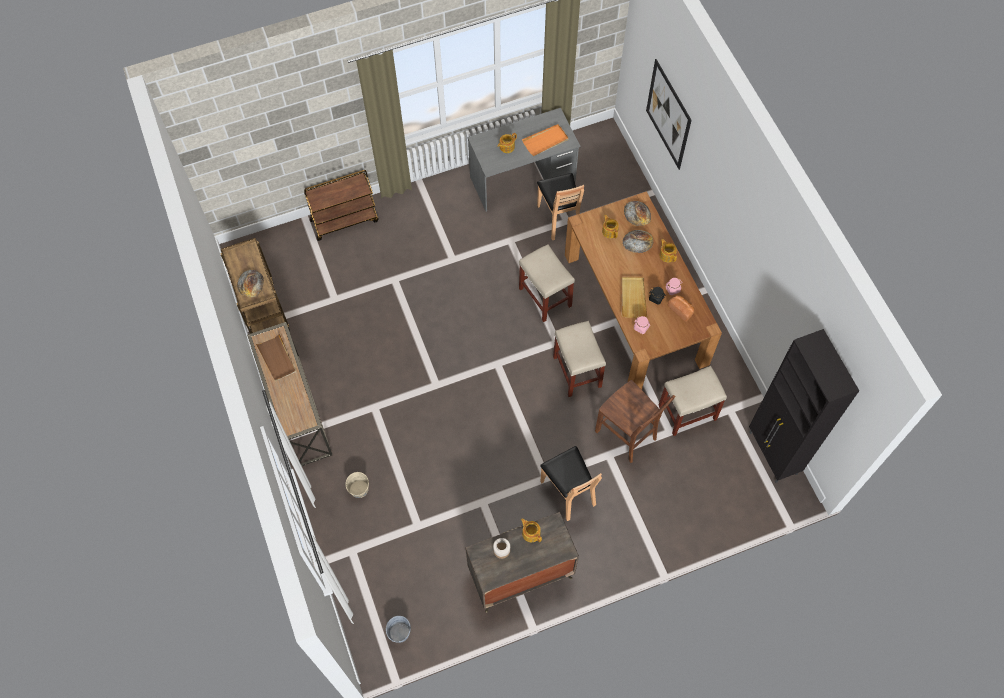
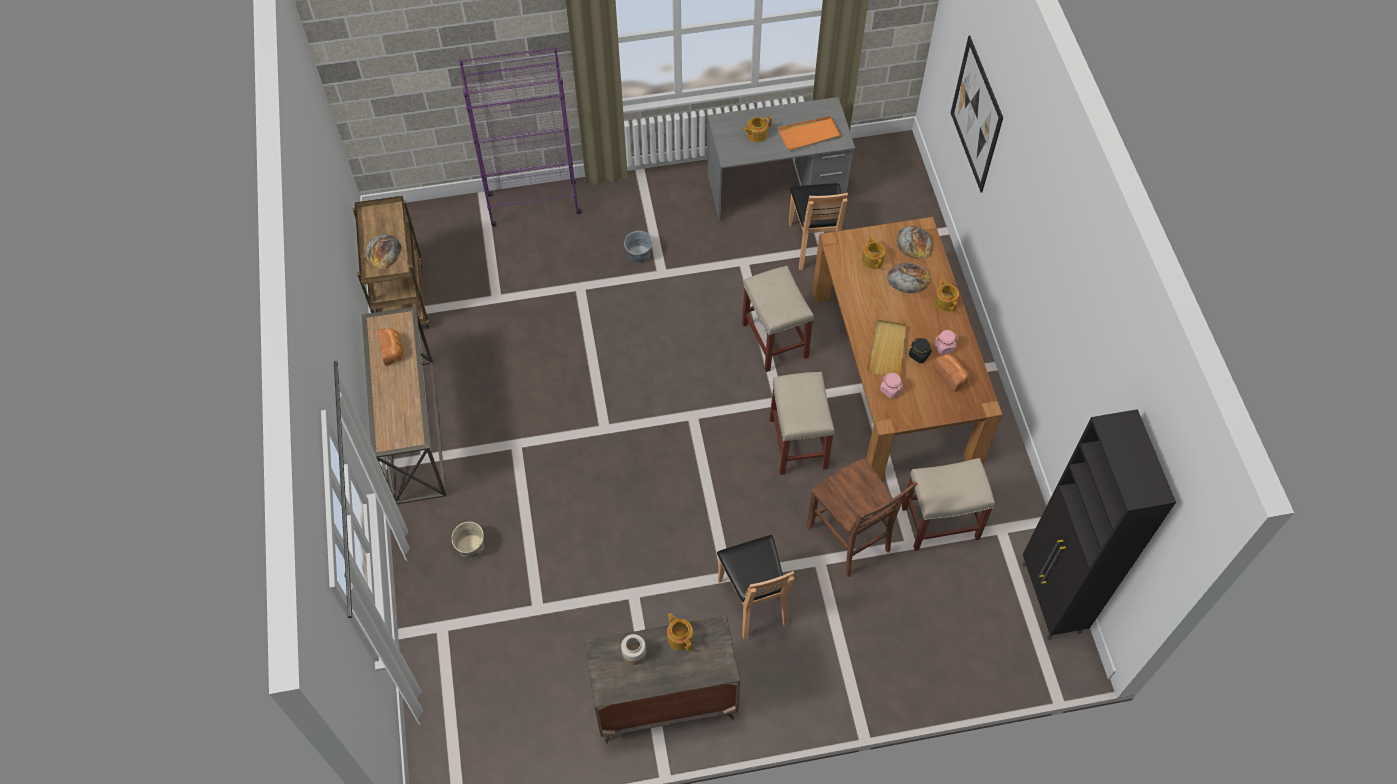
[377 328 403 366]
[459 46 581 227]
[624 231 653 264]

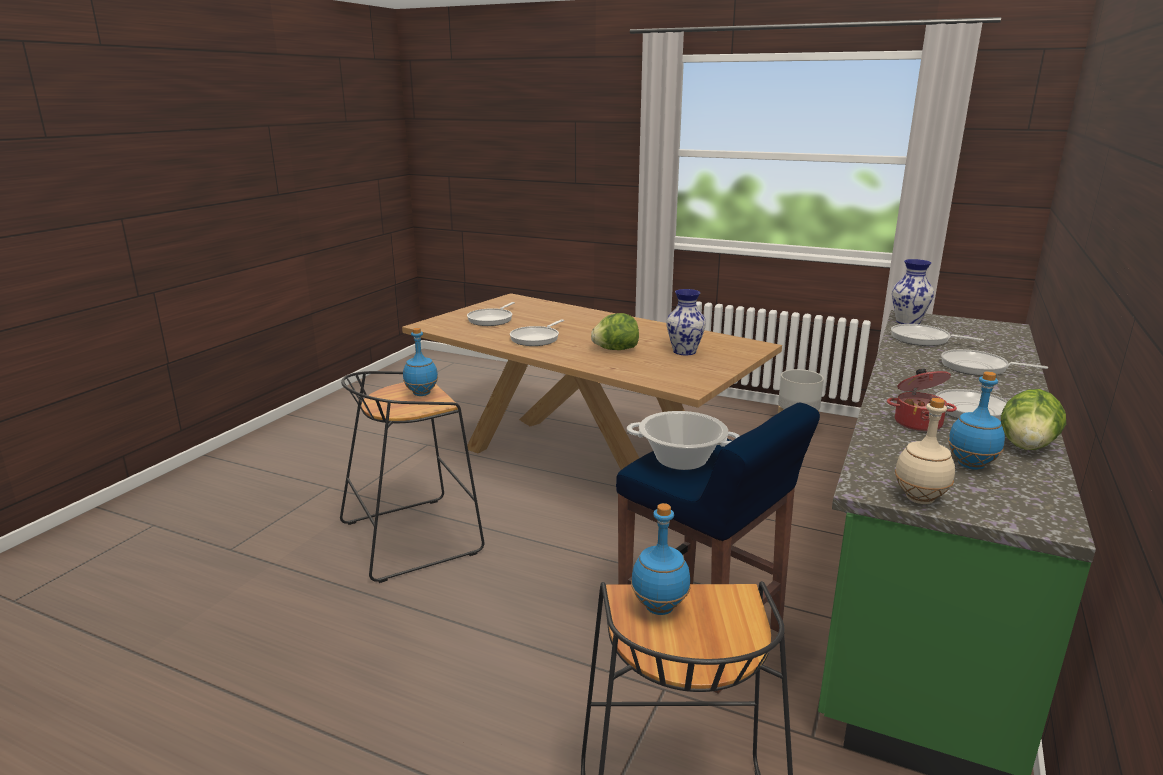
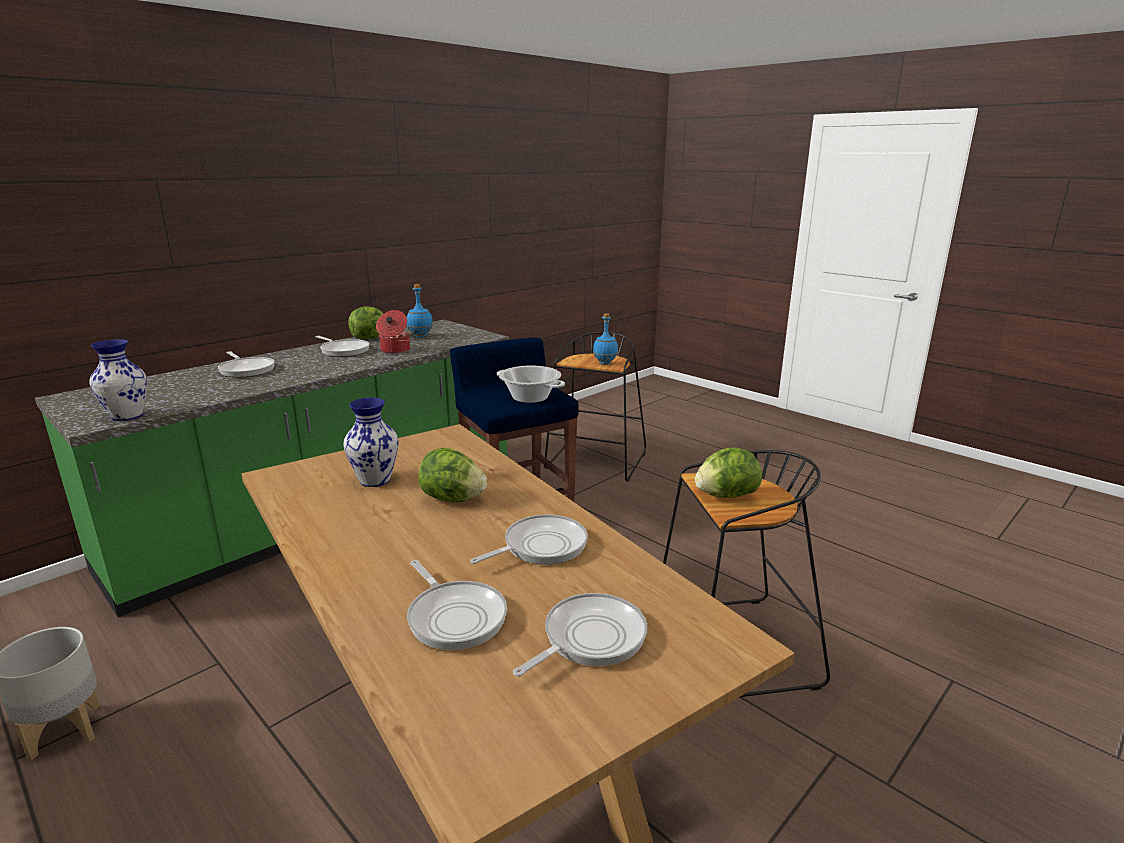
[695 447 762 498]
[407 560 507 650]
[895 398 955 504] (first image)

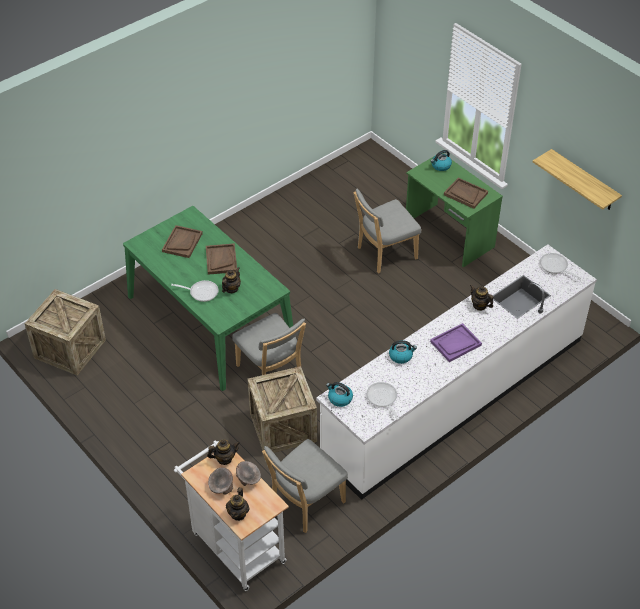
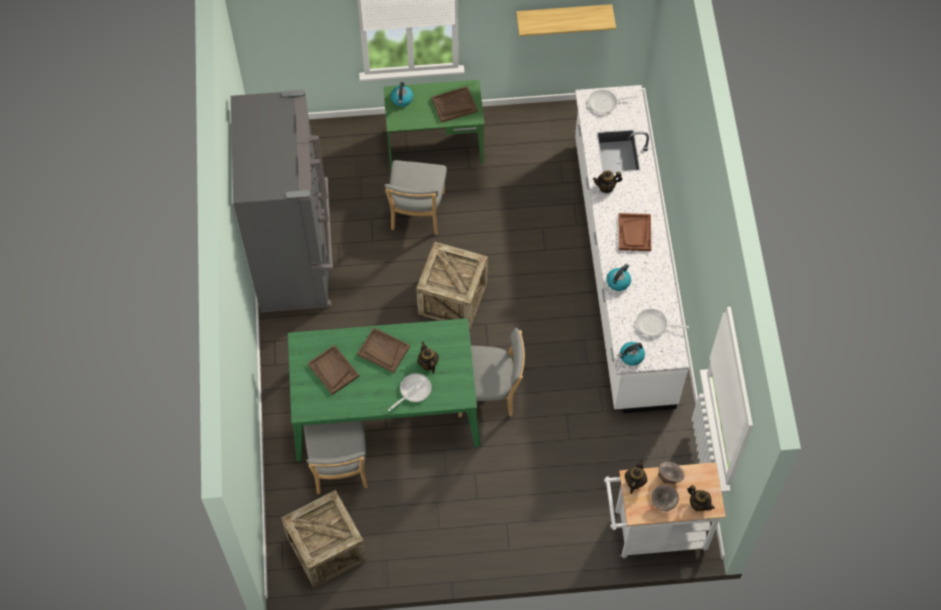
[416 241 488 329]
[304 421 368 494]
[619 213 651 251]
[231 89 333 312]

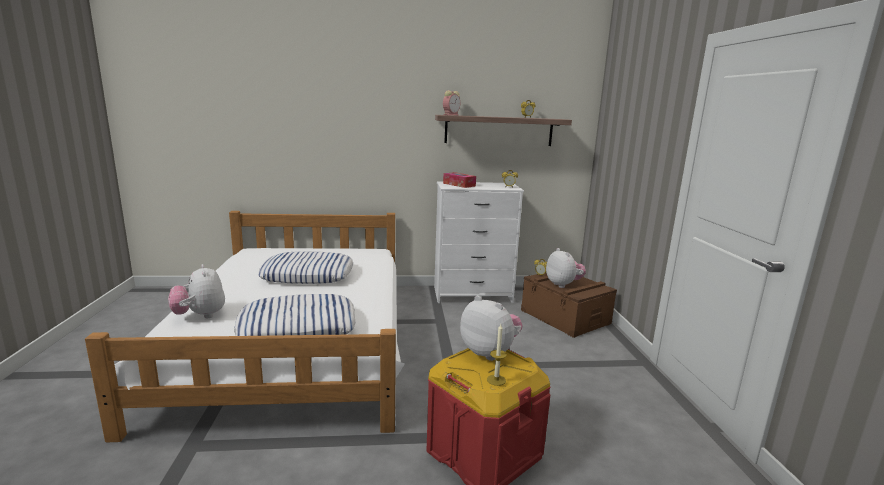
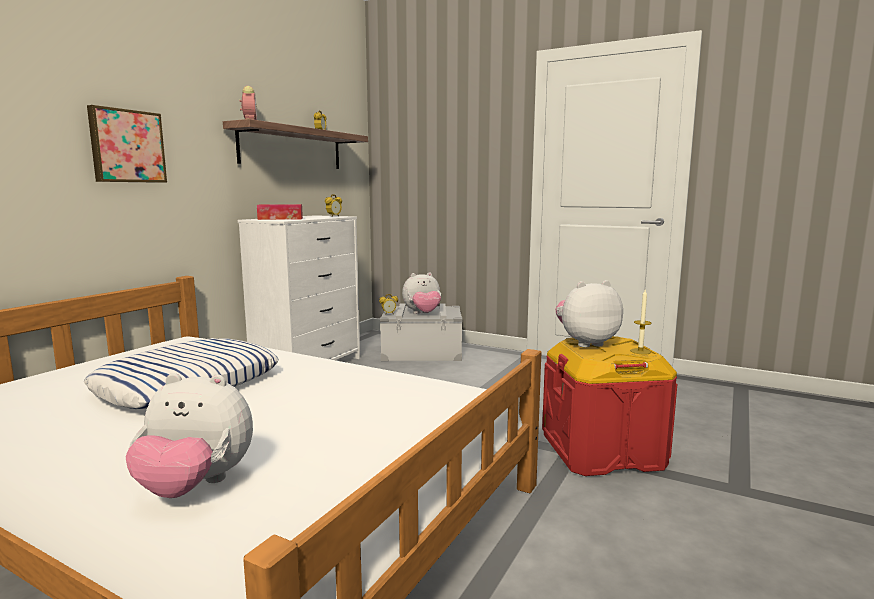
[234 294 356 336] (first image)
[380 304 462 361]
[402 272 441 314]
[87 105 167 183]

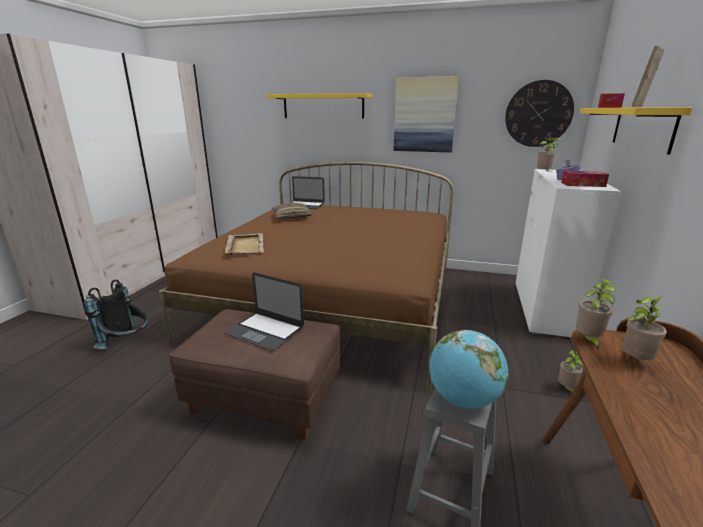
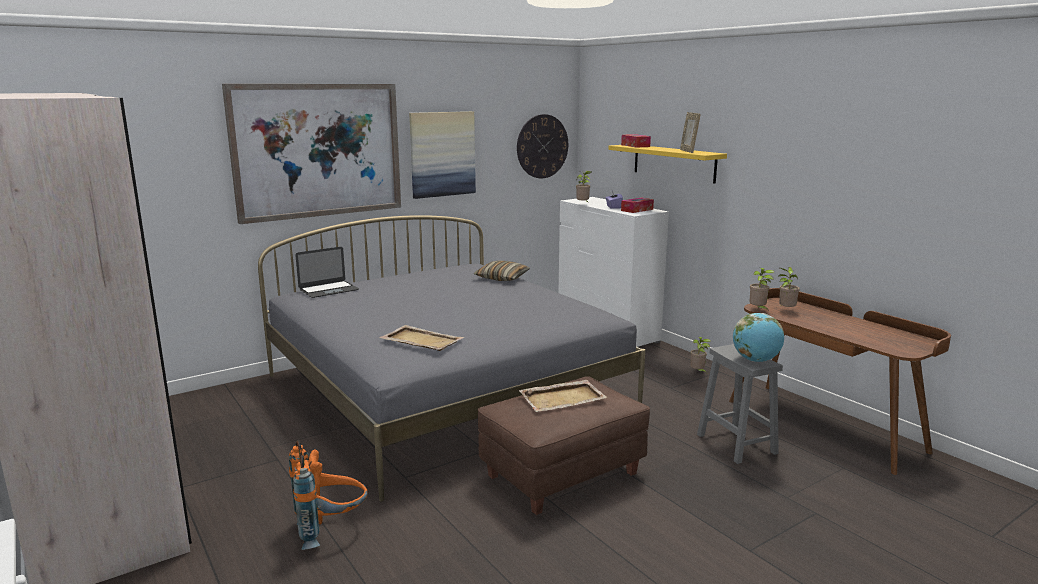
[289 440 368 550]
[258 215 645 502]
[519 380 607 412]
[222 84 401 224]
[474 261 530 281]

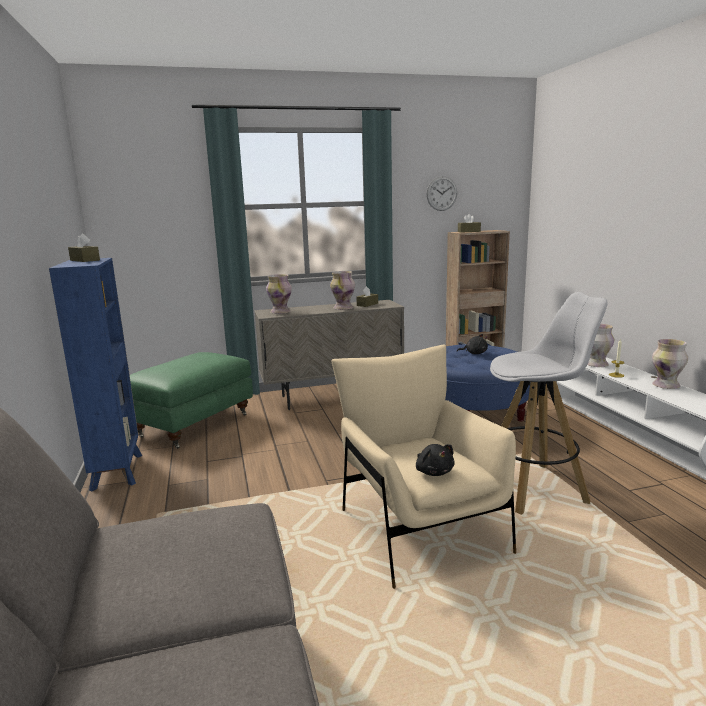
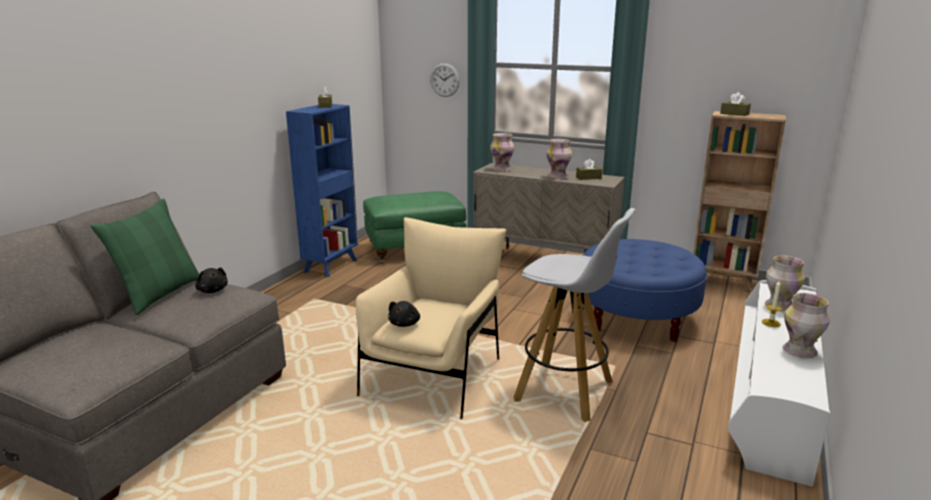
[430 63 460 97]
[195 268 228 293]
[91 199 199 315]

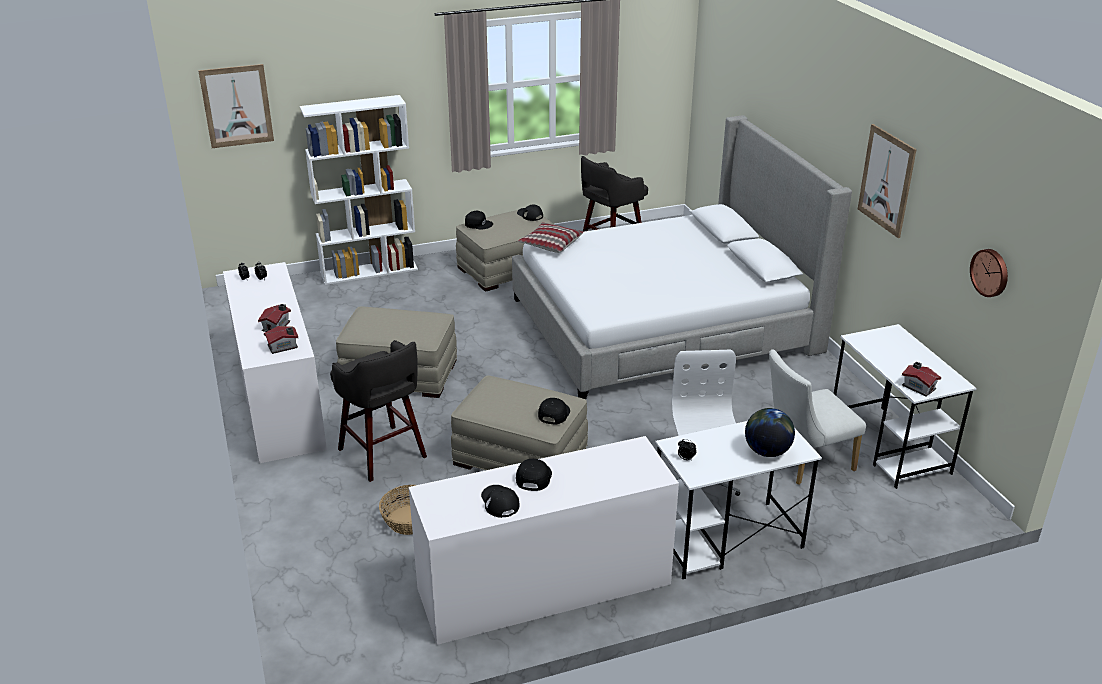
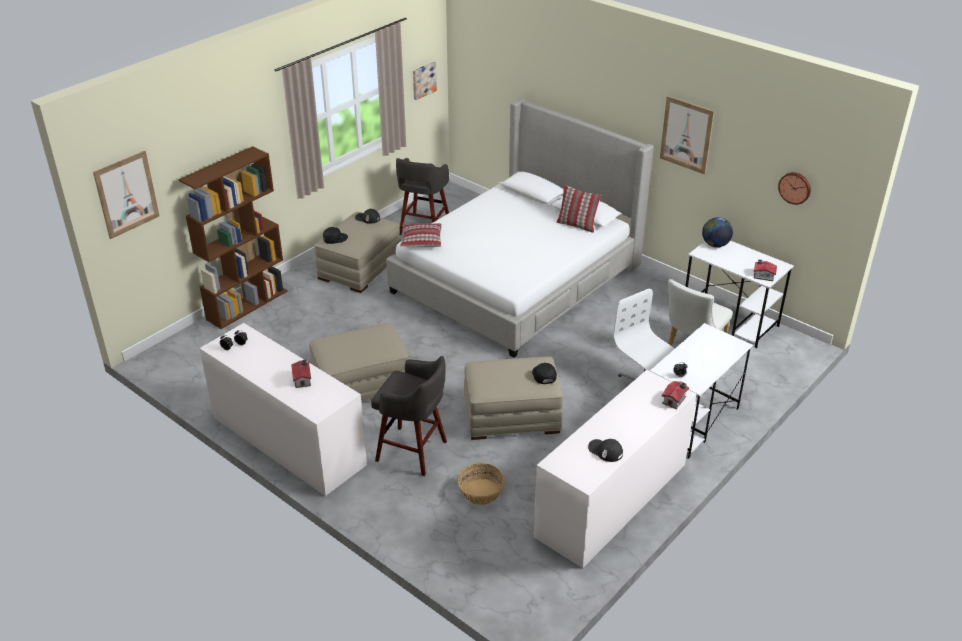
[662 381 689 409]
[179 146 287 329]
[516 459 552 491] (first image)
[702 217 733 247]
[413 62 437 100]
[556 185 601 233]

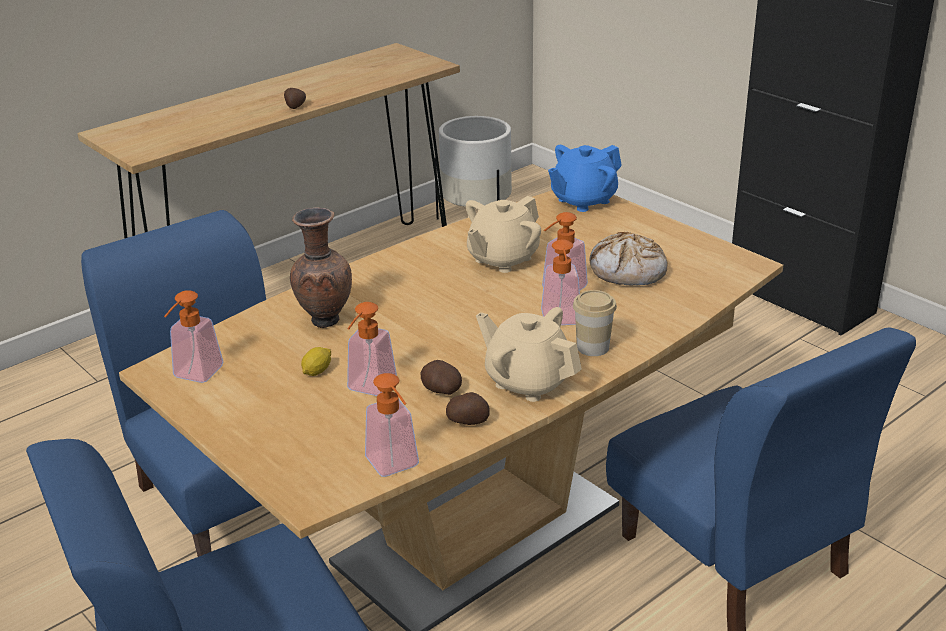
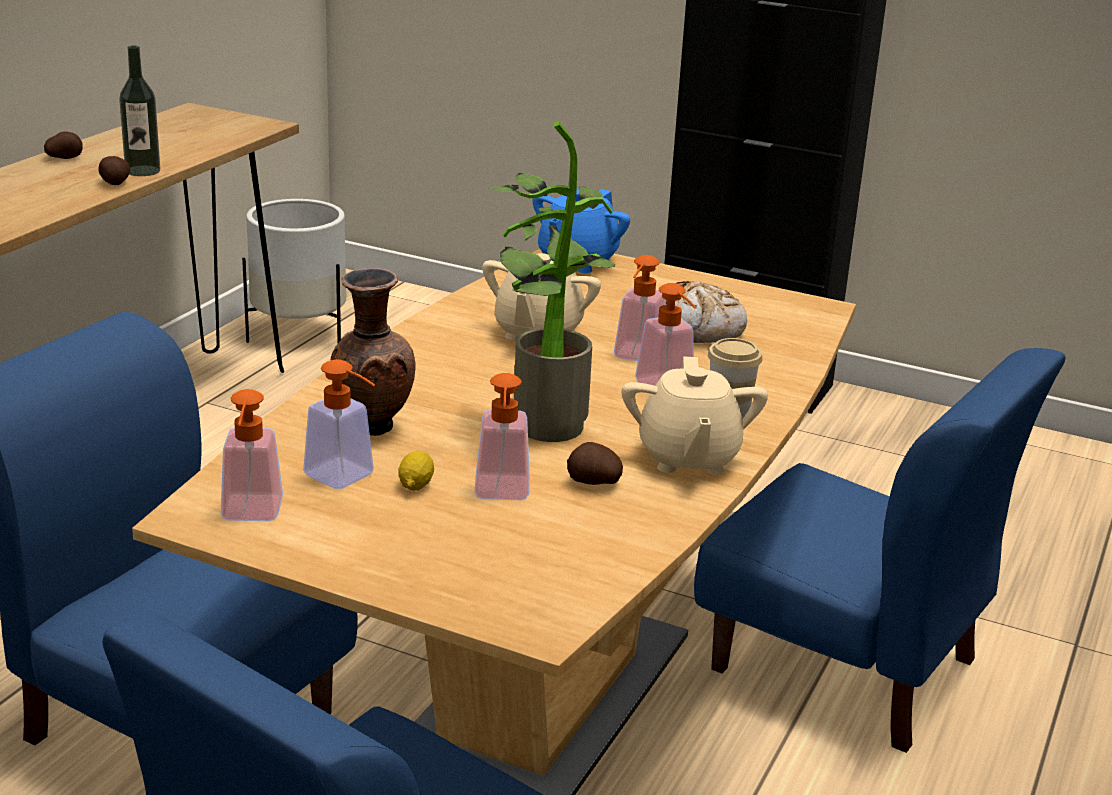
[303 359 375 489]
[44 131 83 159]
[622 356 768 475]
[119 45 160 176]
[489 120 615 442]

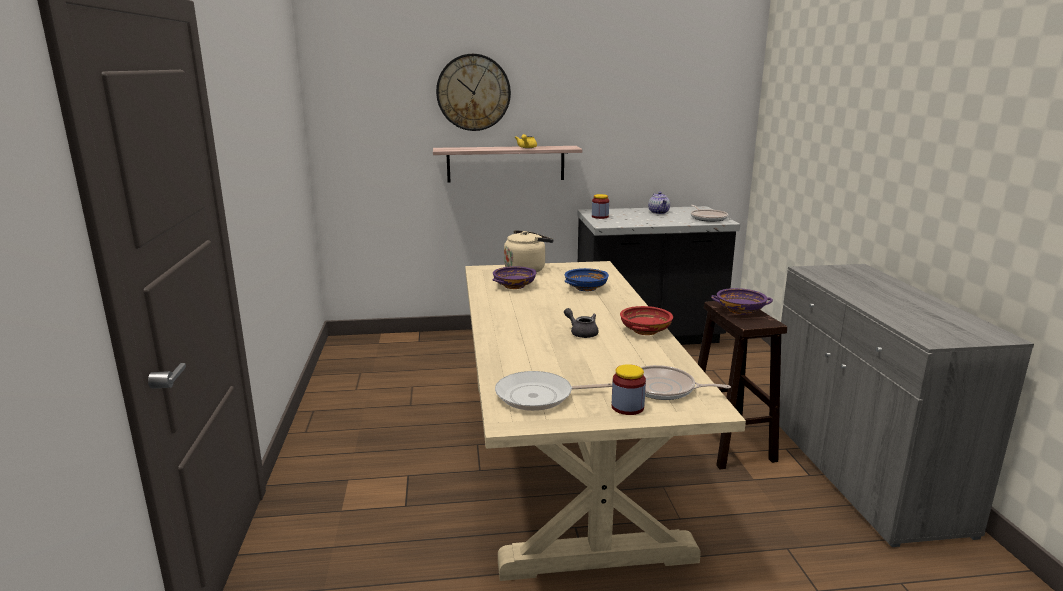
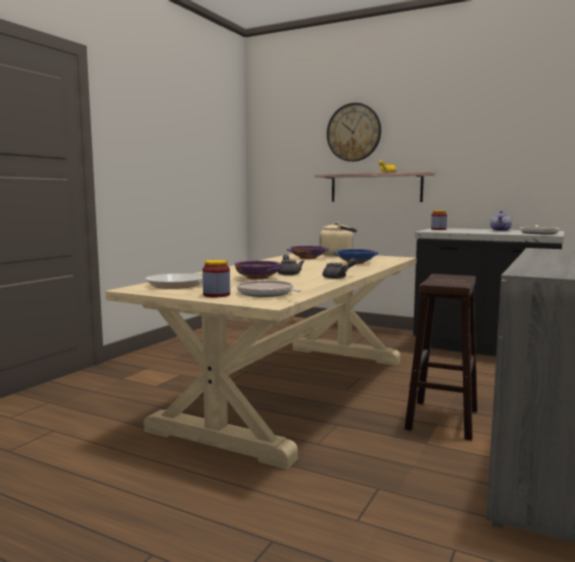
[323 258 356 279]
[234 261 281 280]

